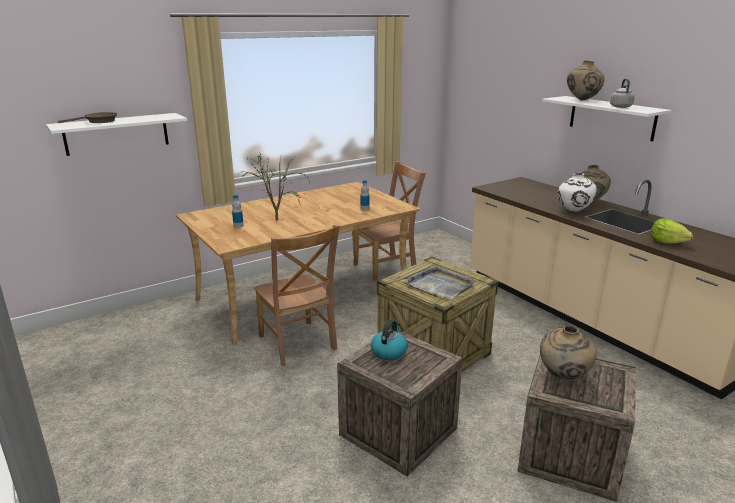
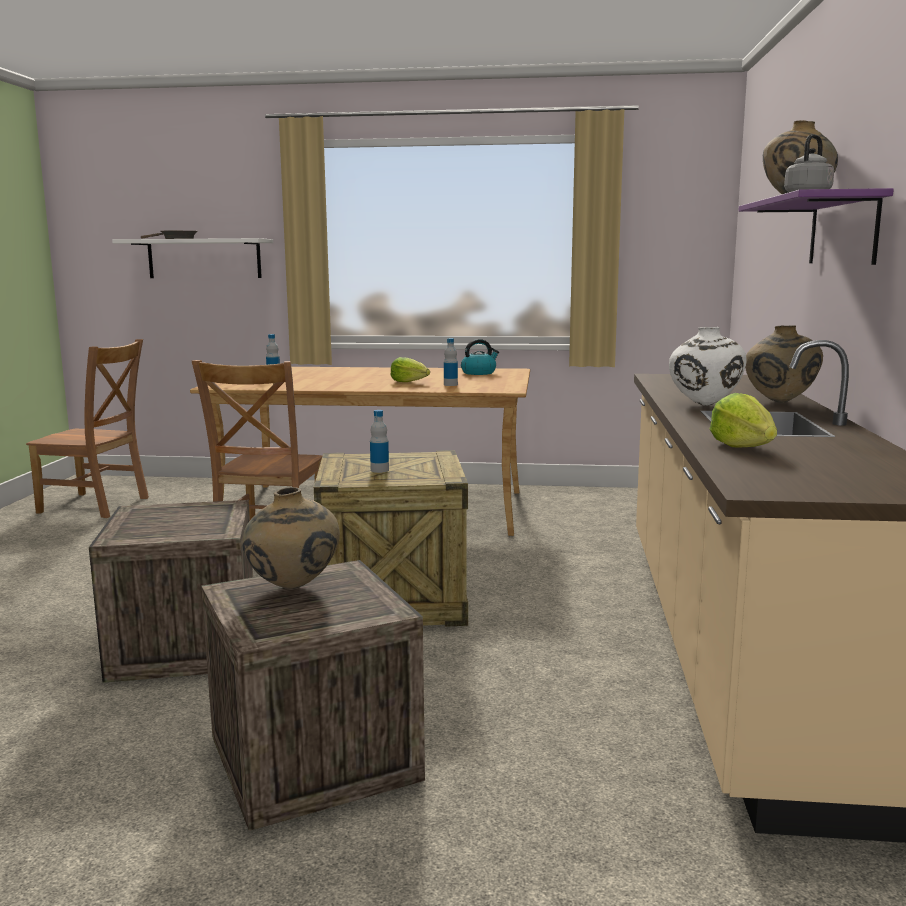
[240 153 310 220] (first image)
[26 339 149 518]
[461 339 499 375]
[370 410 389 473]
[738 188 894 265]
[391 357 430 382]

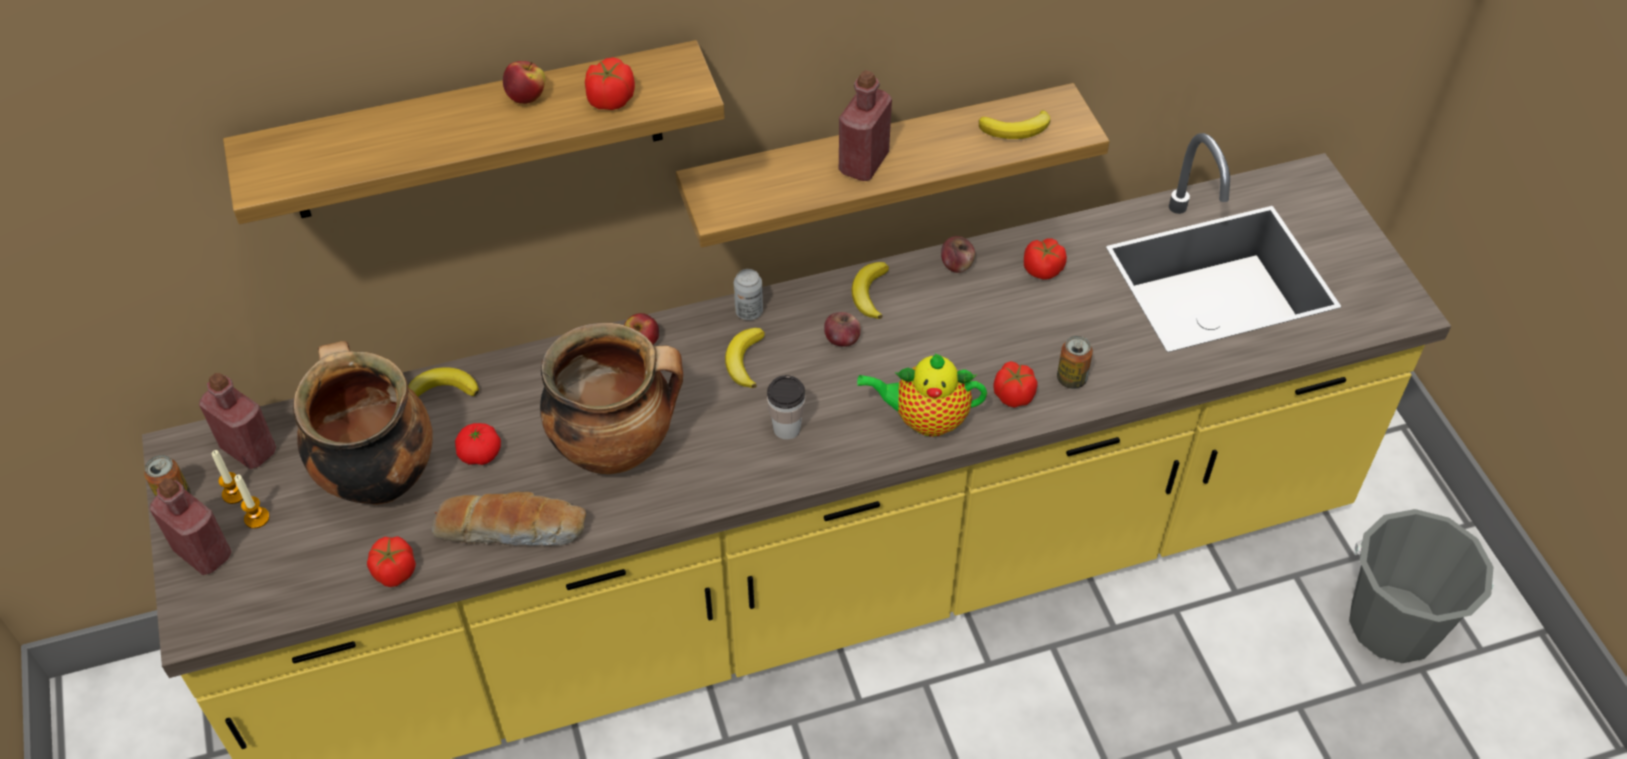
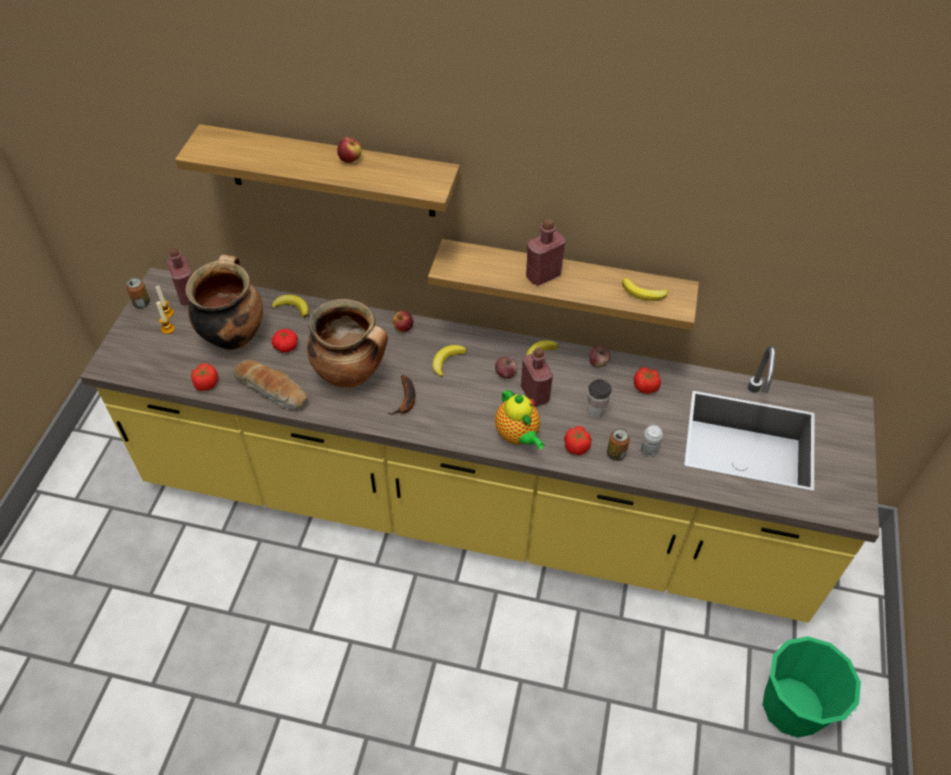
[521 347 553 406]
[585 57 635 110] (first image)
[640 425 663 457]
[587 379 612 418]
[495 388 544 450]
[763 636 861 738]
[388 375 416 415]

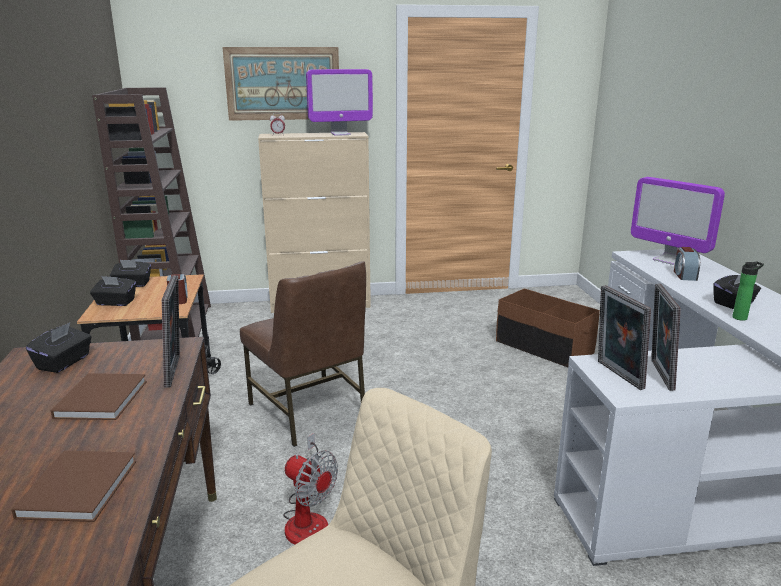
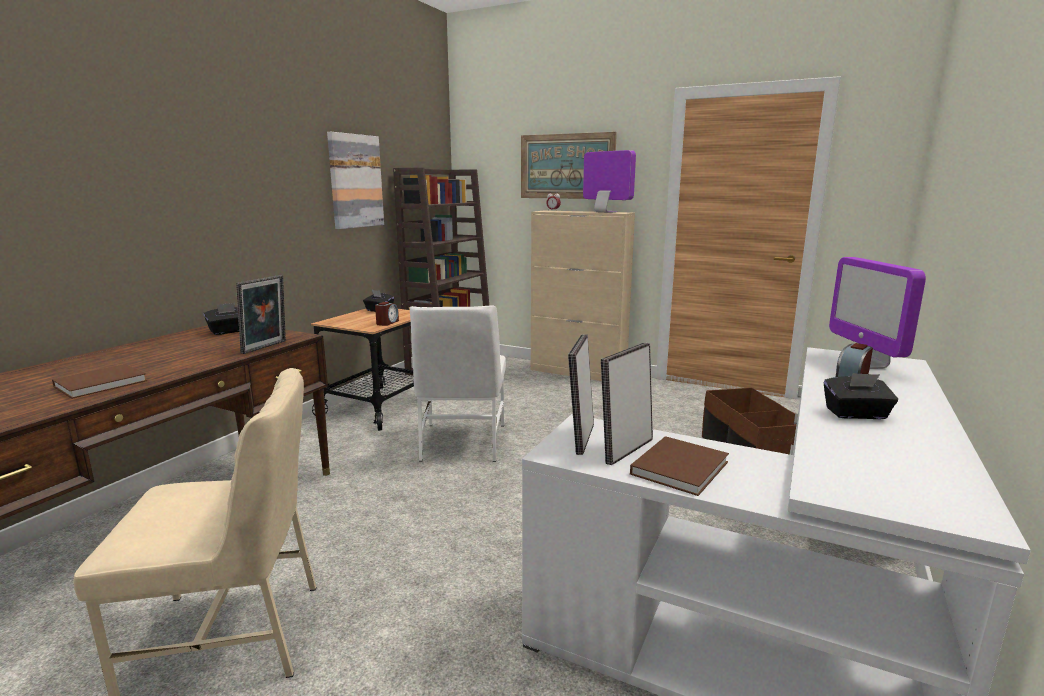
[630 436 729 496]
[90 276 136 306] (first image)
[410 305 506 462]
[283 433 338 544] (first image)
[583 150 636 213]
[732 261 764 321] (first image)
[327 132 384 229]

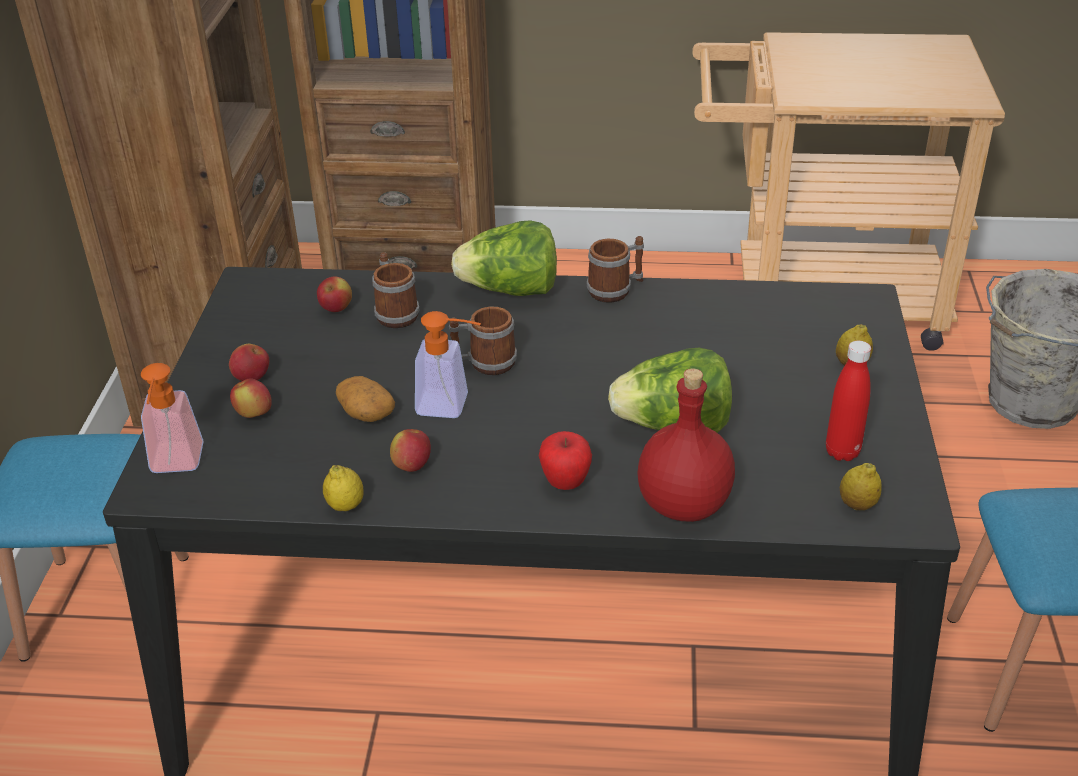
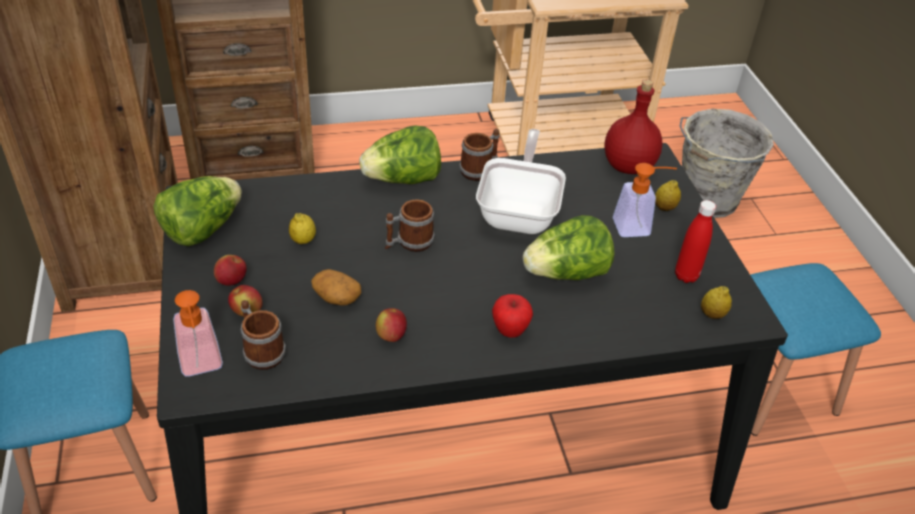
[317 276 352 312] (first image)
[289 213 316 244]
[241 300 286 370]
[613 163 677 237]
[604 79 663 174]
[153 176 242 246]
[476 129 566 234]

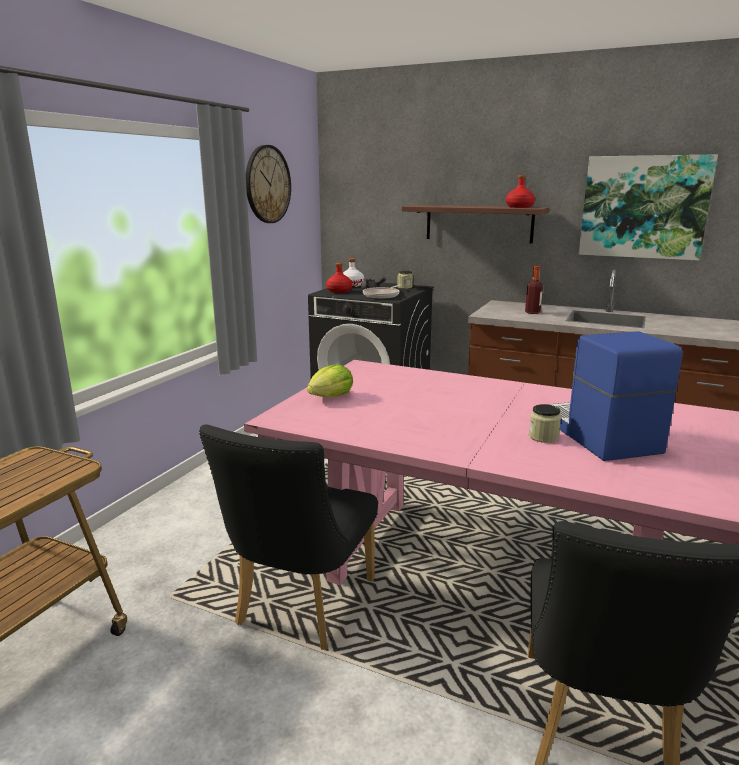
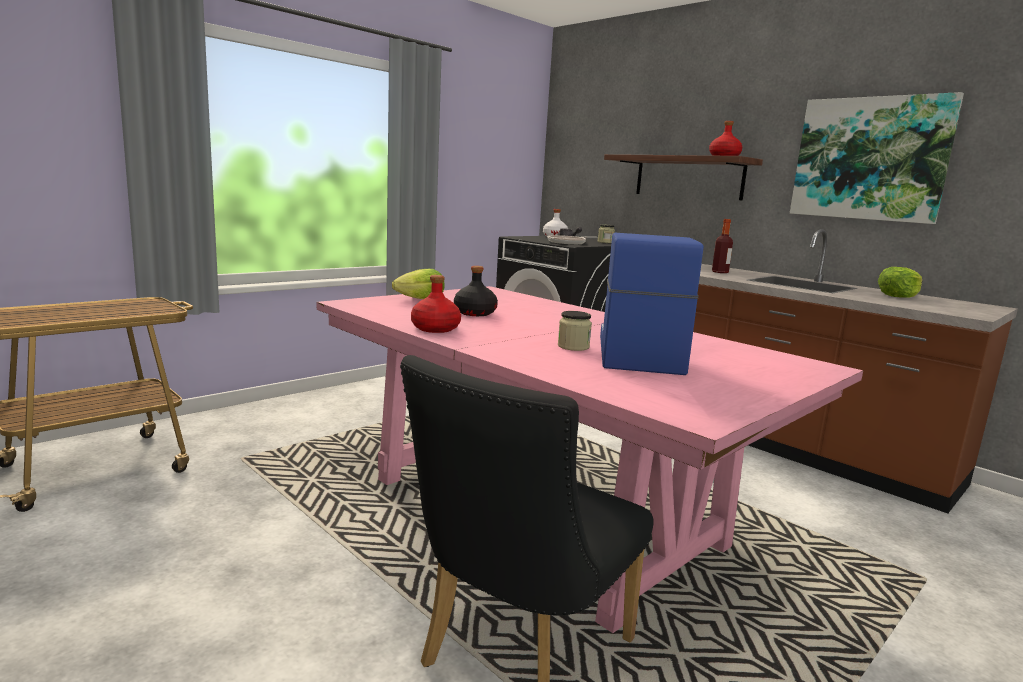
[199 425 378 650] (first image)
[246 145 291 223] (first image)
[411 275 461 333]
[454 266 498 316]
[878 267 922 298]

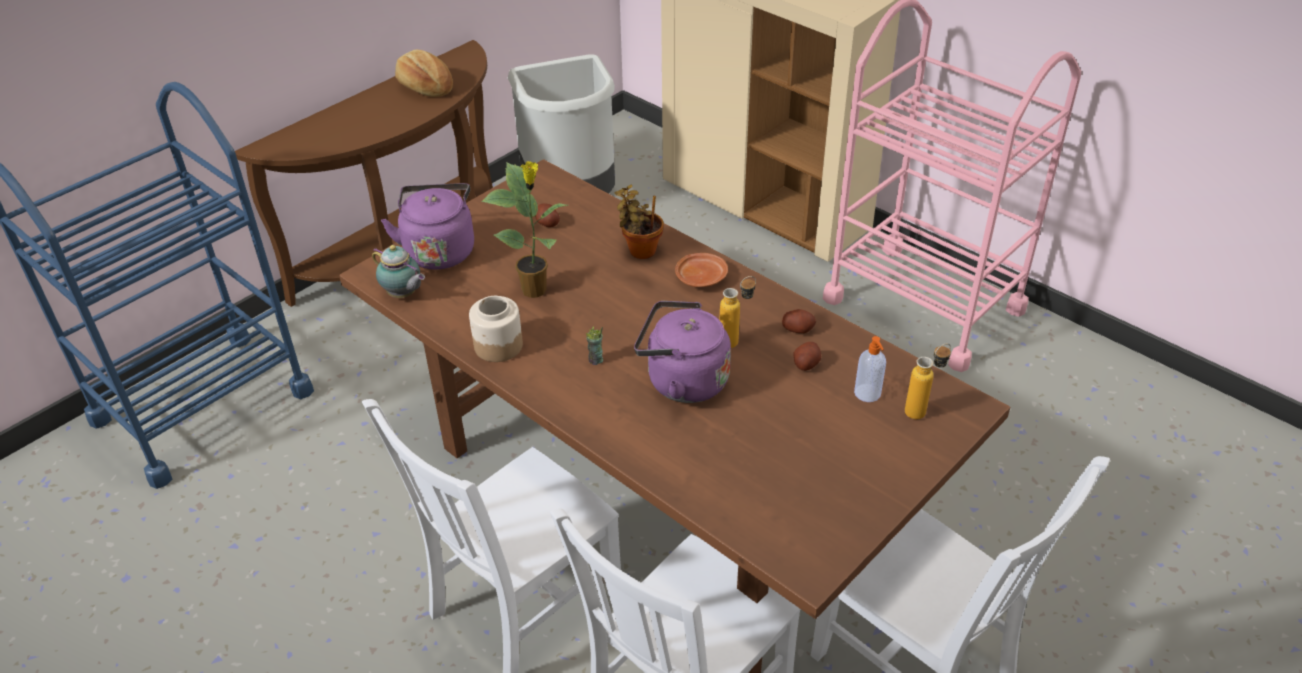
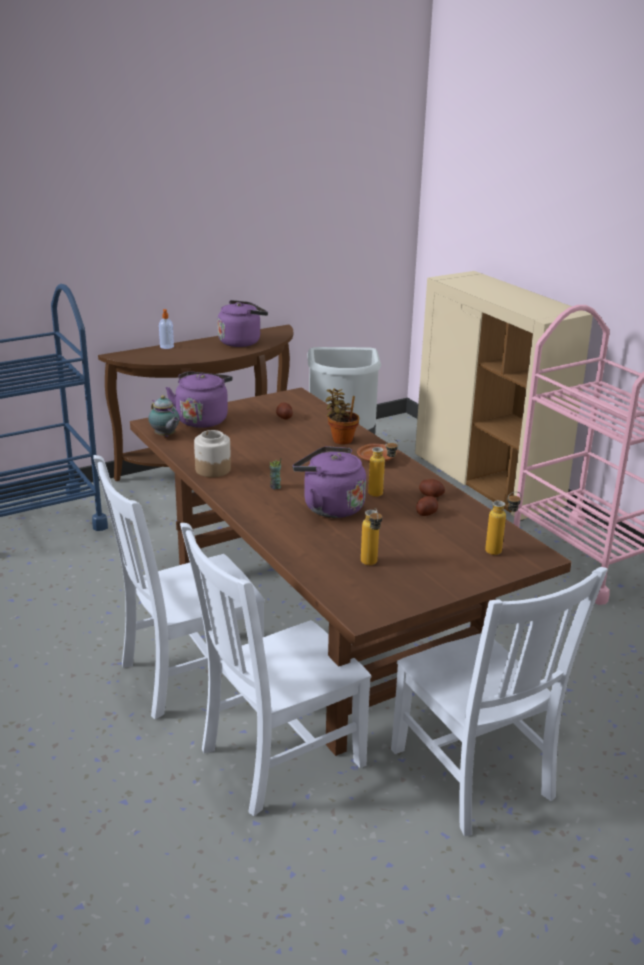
[218 300 268 347]
[481 161 568 298] (first image)
[159 309 174 349]
[361 508 382 565]

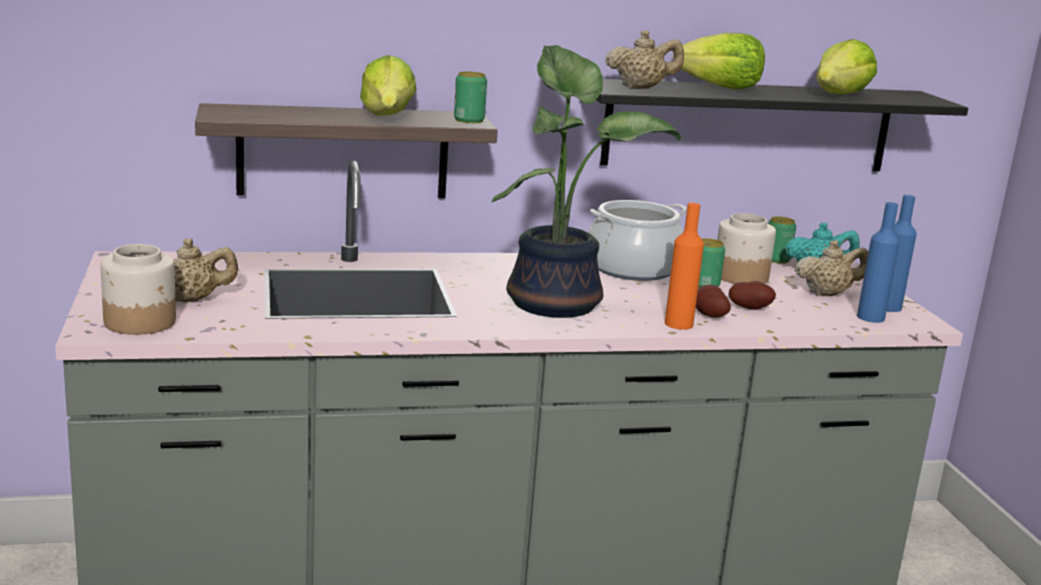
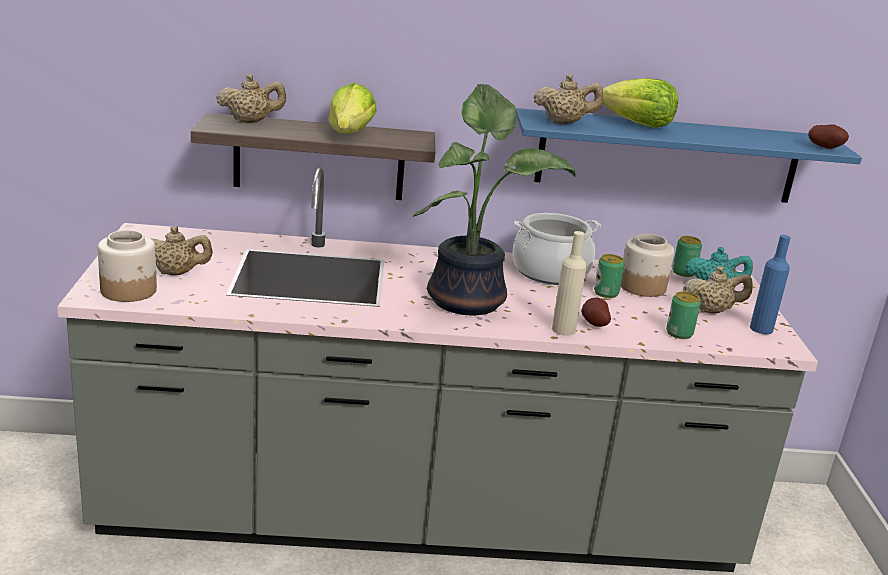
[666 292 701 339]
[516 108 862 203]
[552 231 587 336]
[808 124 849 149]
[816 39 877 94] (first image)
[857 202 900 323] (first image)
[216 74 286 123]

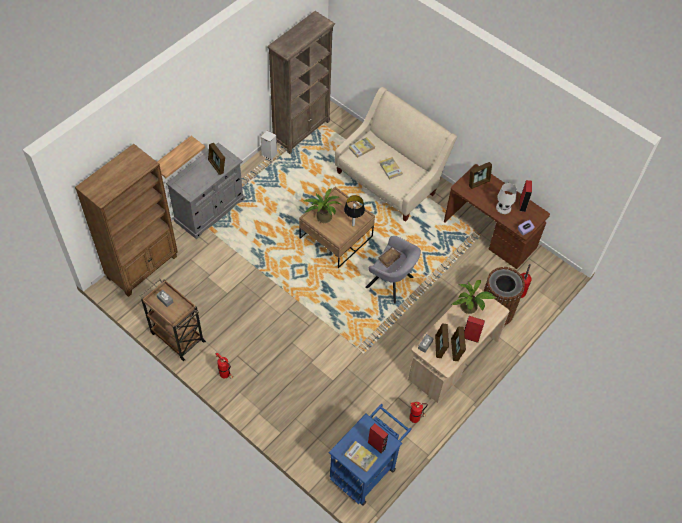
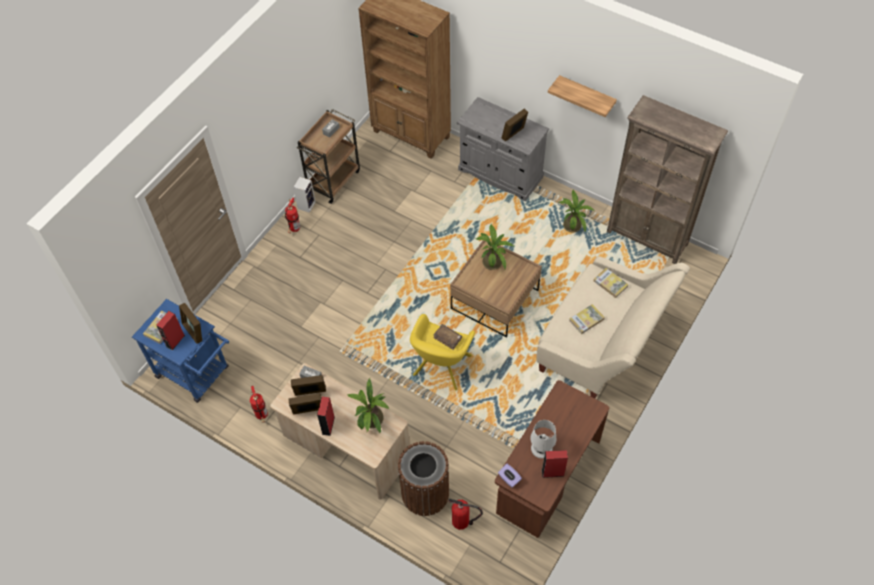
[548 75 617 117]
[293 177 315 213]
[344 195 365 227] (first image)
[410 314 475 390]
[179 303 202 344]
[559 190 595 233]

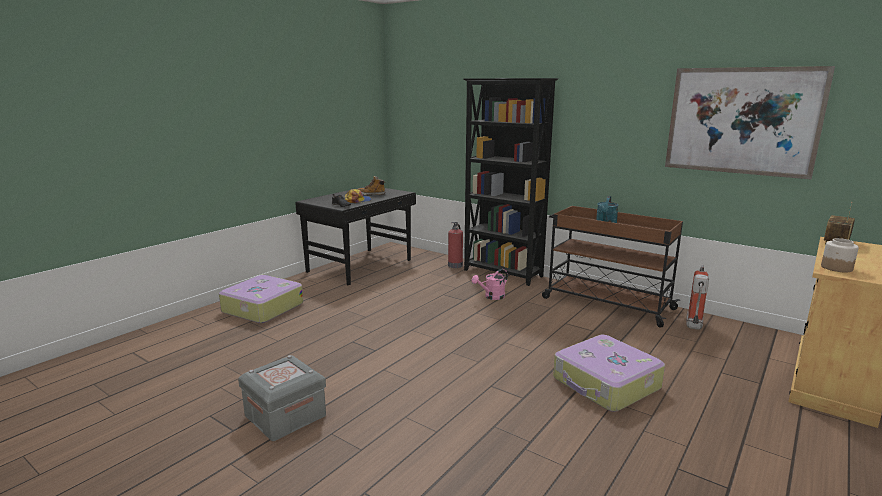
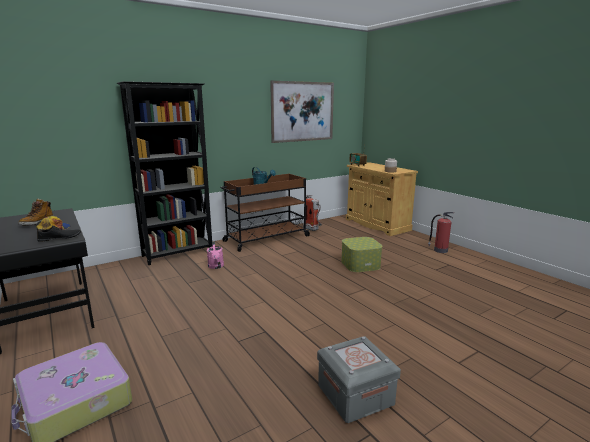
[428 212 455 253]
[341 237 383 272]

